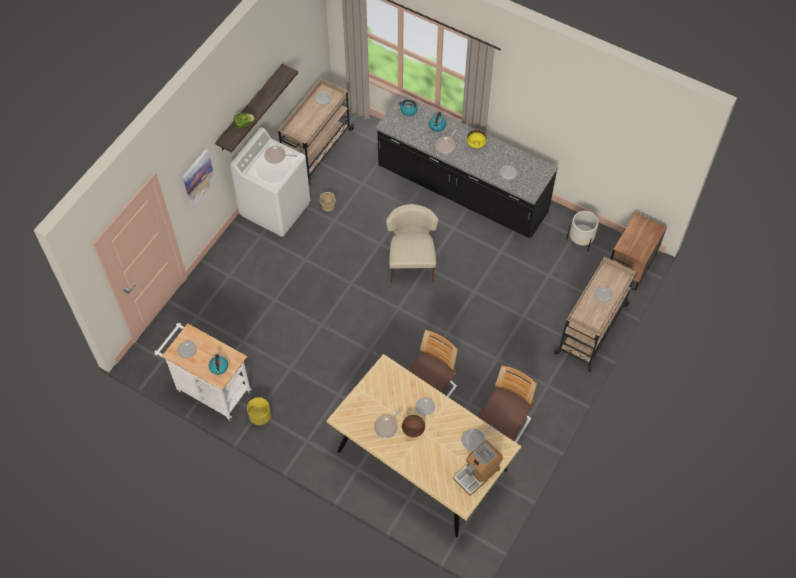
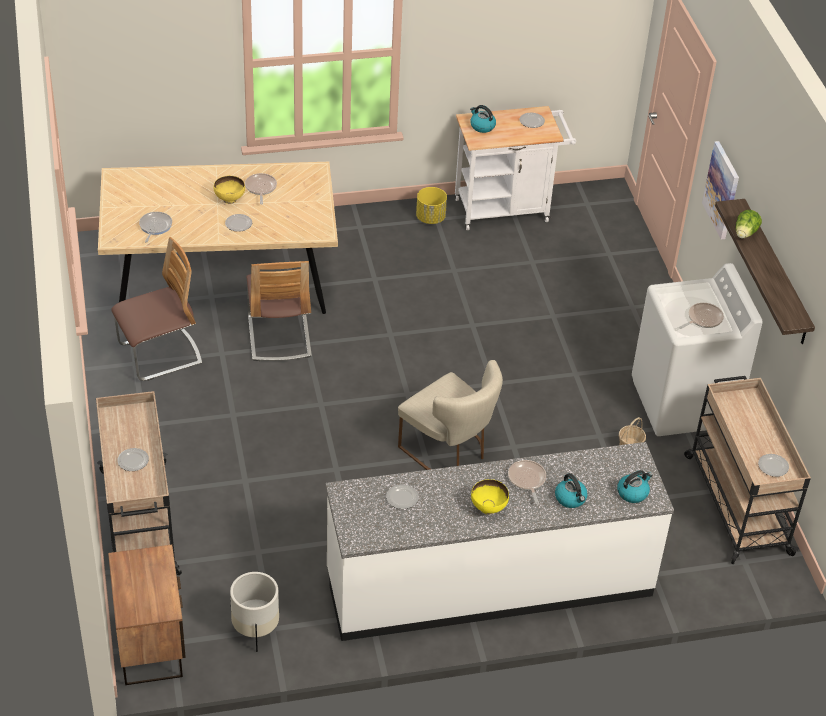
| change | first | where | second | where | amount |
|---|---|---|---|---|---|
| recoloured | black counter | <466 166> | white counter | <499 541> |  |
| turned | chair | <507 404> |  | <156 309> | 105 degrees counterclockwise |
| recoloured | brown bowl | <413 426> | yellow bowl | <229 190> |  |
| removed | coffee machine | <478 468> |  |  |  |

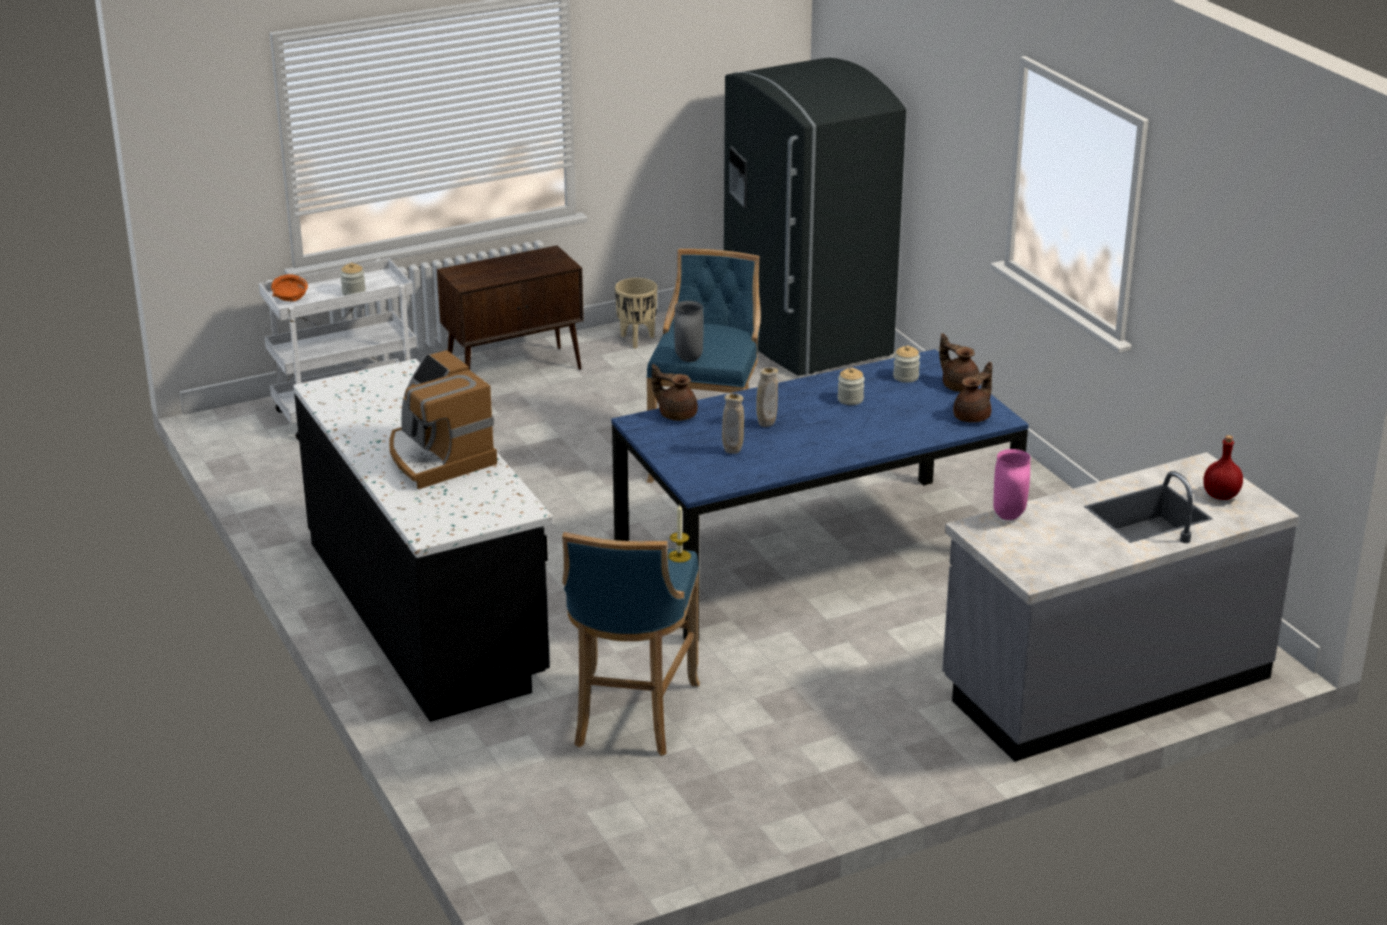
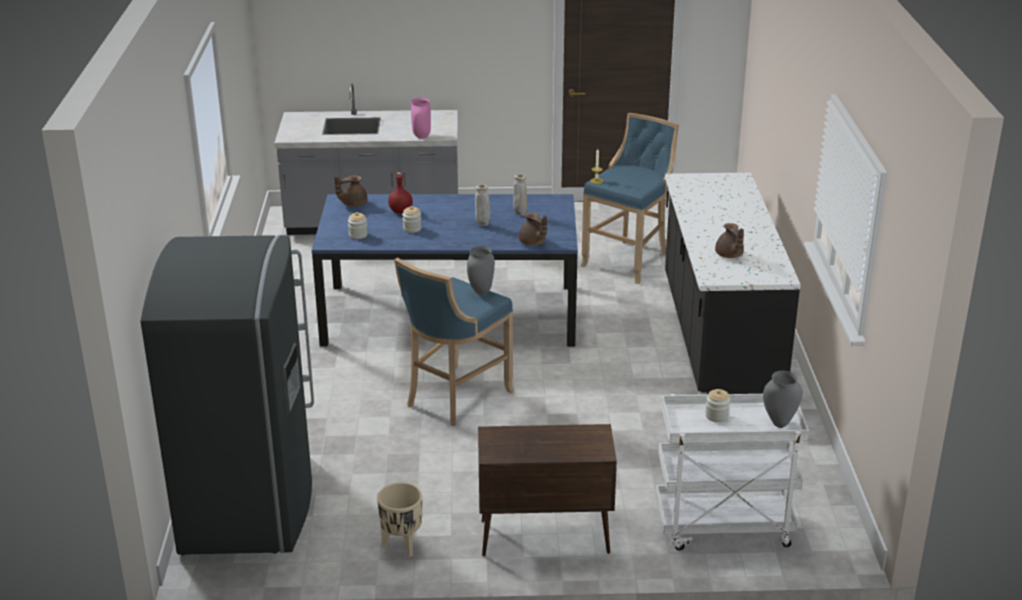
| change | first | where | second | where | amount |
|---|---|---|---|---|---|
| replaced | orange bowl | <289 288> | grey vase | <783 399> |  |
| moved | brown teapot | <959 362> |  | <729 240> |  |
| removed | coffee machine | <443 419> |  |  |  |
| moved | red bottle | <1223 467> |  | <400 193> |  |

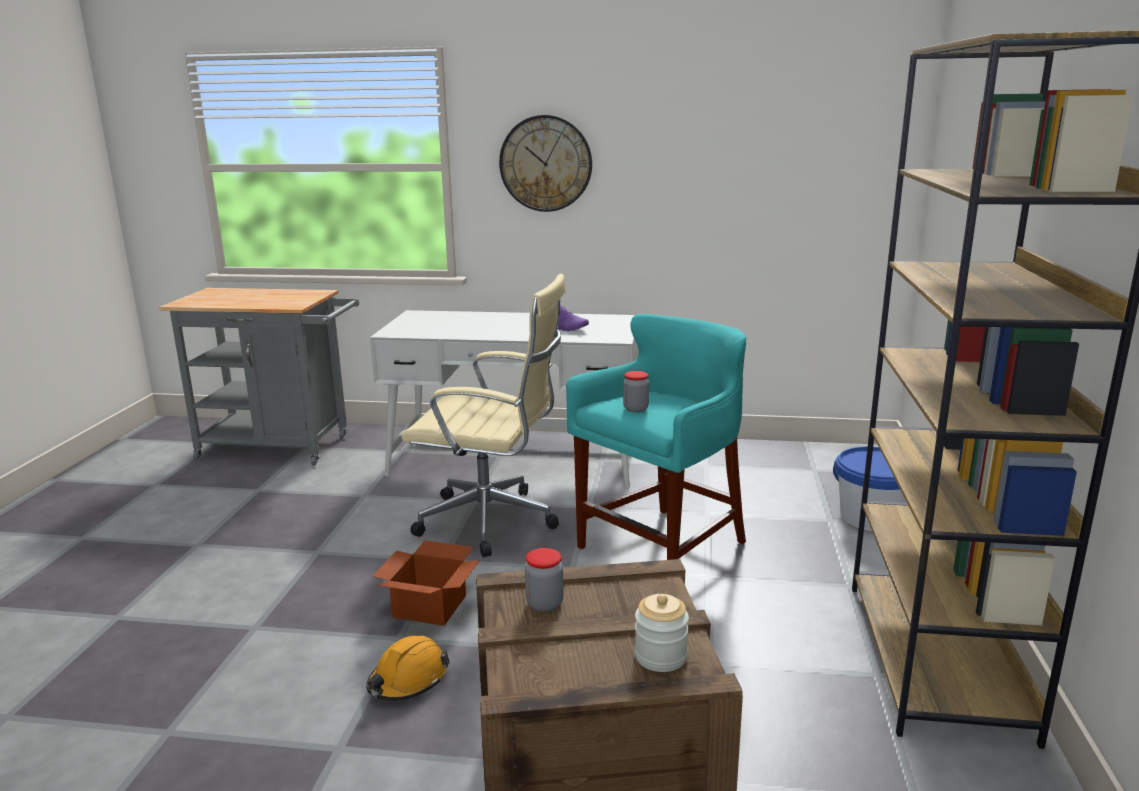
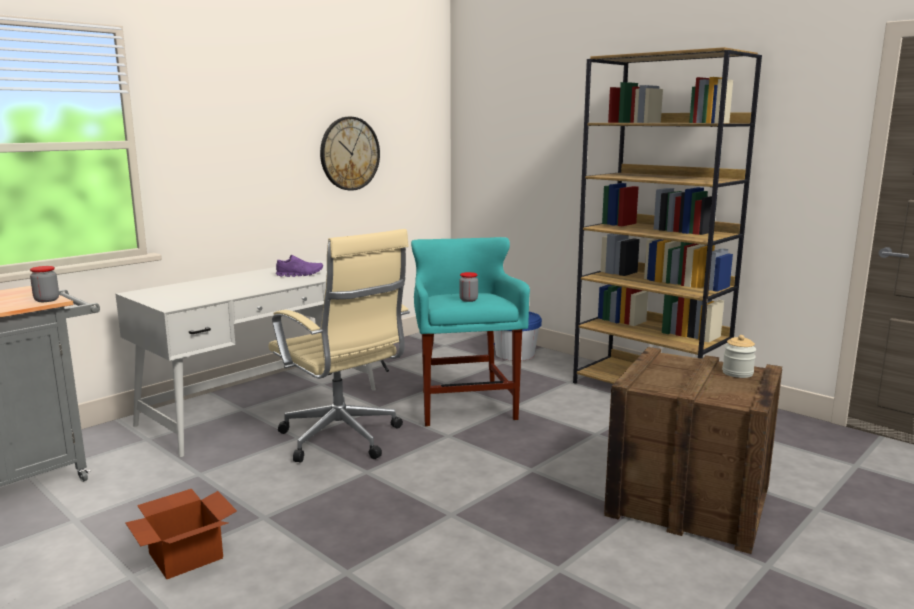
| change | first | where | second | where | amount |
|---|---|---|---|---|---|
| moved | wall clock | <545 163> |  | <350 154> |  |
| turned | beige office chair | <483 415> |  | <339 346> | 90 degrees clockwise |
| moved | cardboard box | <426 583> |  | <181 534> |  |
| moved | jar | <544 580> |  | <44 284> |  |
| removed | orange hard hat | <408 668> |  |  |  |

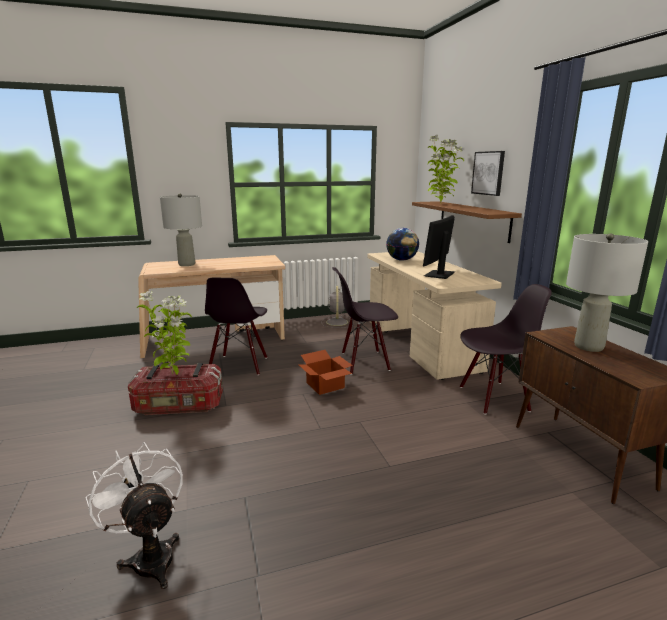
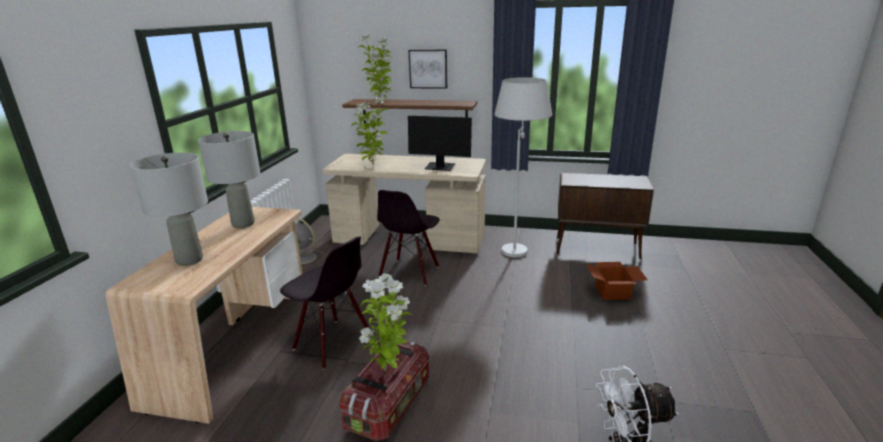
| change | first | where | second | where | amount |
|---|---|---|---|---|---|
| turned | monitor | <439 247> |  | <440 143> | 45 degrees counterclockwise |
| replaced | globe | <402 244> | potted plant | <369 131> |  |
| moved | grey table lamp | <607 292> |  | <229 179> |  |
| replaced | black chair | <506 349> | white floor lamp | <523 167> |  |
| moved | cardboard box | <325 372> |  | <616 281> |  |

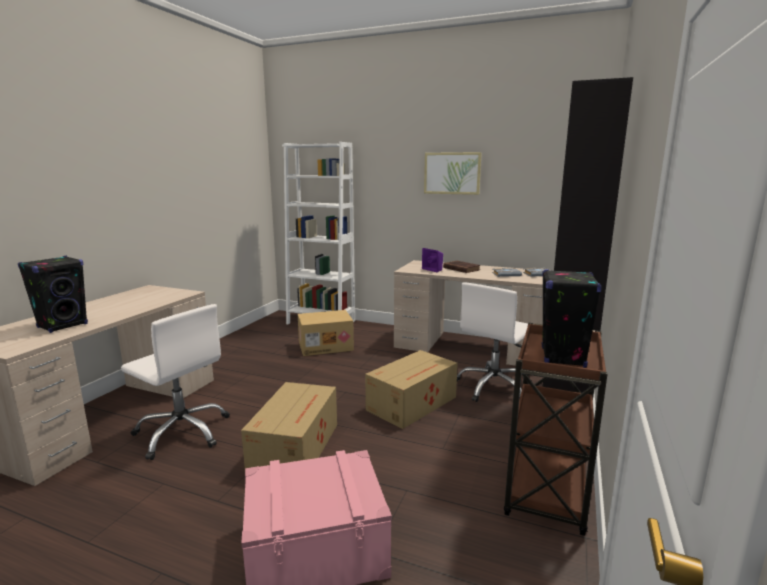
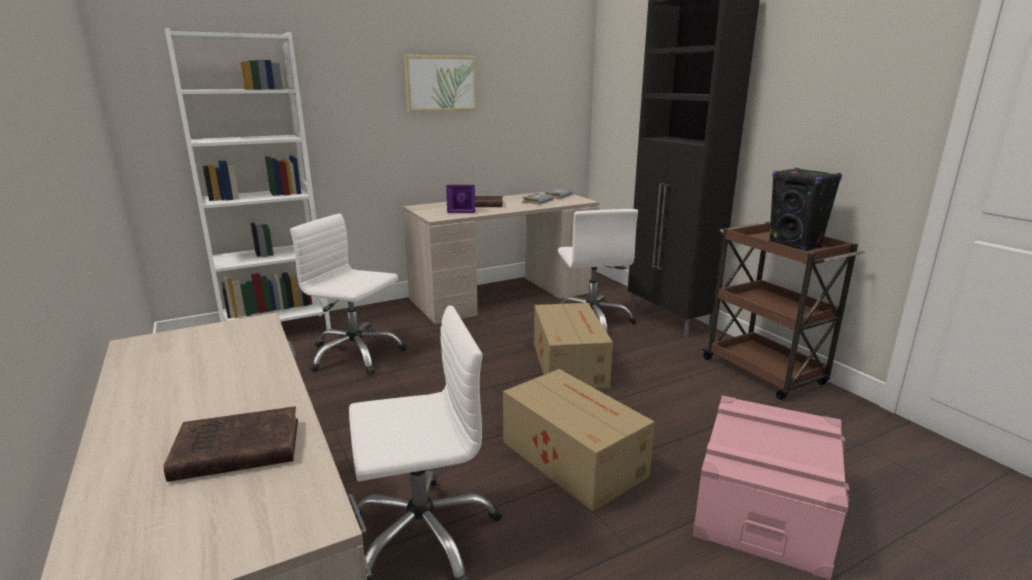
| change | first | where | second | where | amount |
|---|---|---|---|---|---|
| replaced | black speaker | <53 294> | brown book | <231 444> |  |
| replaced | cardboard box | <326 333> | white office chair | <348 294> |  |

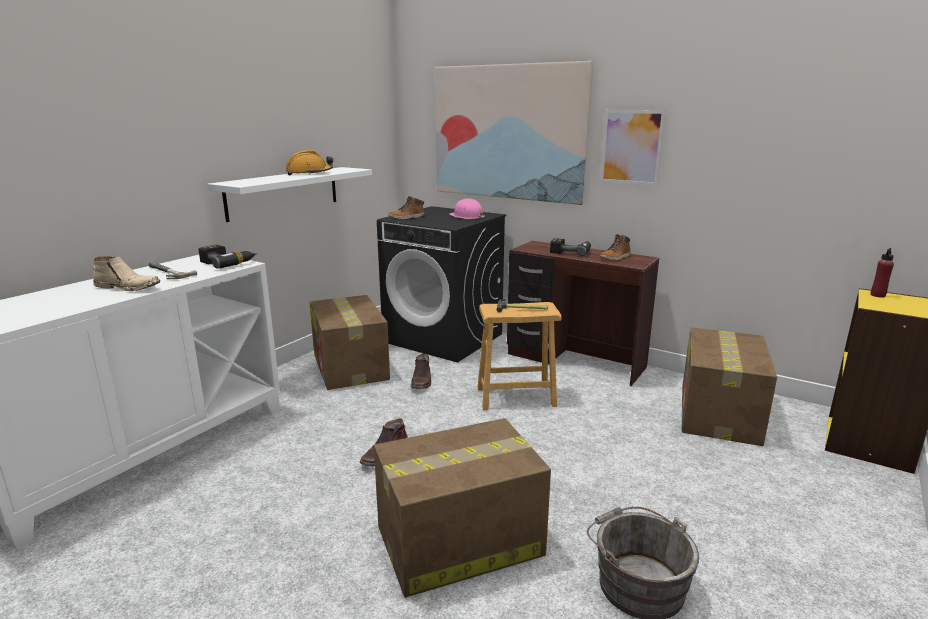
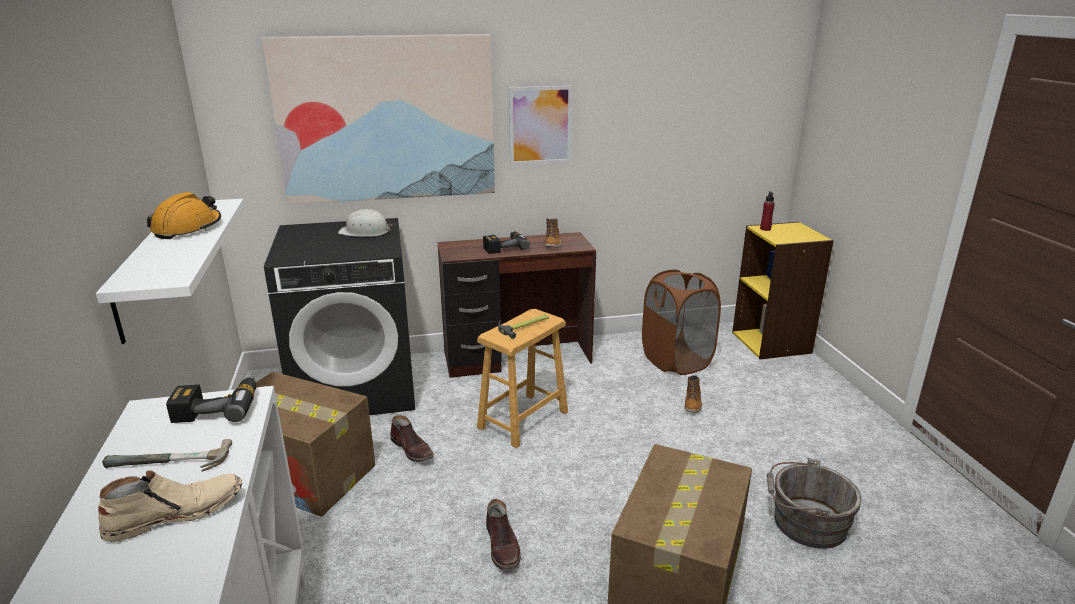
| change | first | where | second | where | amount |
|---|---|---|---|---|---|
| moved | boot | <406 208> |  | <693 393> |  |
| recoloured | pink hard hat | <467 209> | white hard hat | <365 223> |  |
| replaced | cardboard box | <729 386> | brown laundry basket | <681 322> |  |

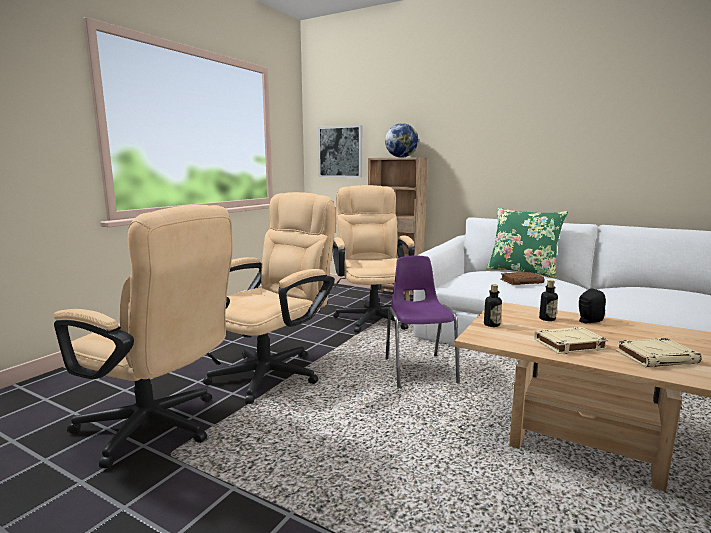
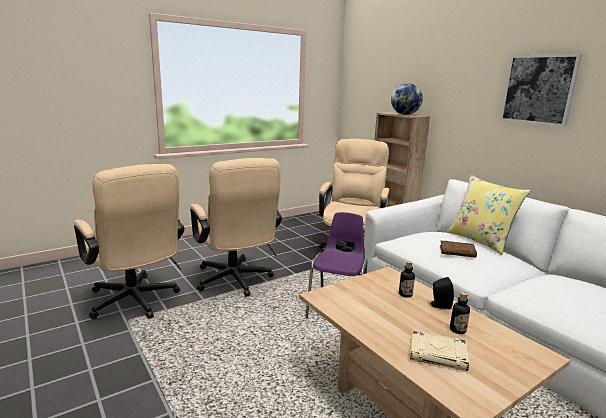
| change | first | where | second | where | amount |
|---|---|---|---|---|---|
| moved | picture | <340 151> |  | <541 90> |  |
| turned | beige office chair | <269 298> |  | <236 227> | 90 degrees clockwise |
| recoloured | green pillow | <527 243> | yellow pillow | <488 215> |  |
| moved | bottle | <493 305> |  | <460 313> |  |
| removed | beige book | <571 340> |  |  |  |

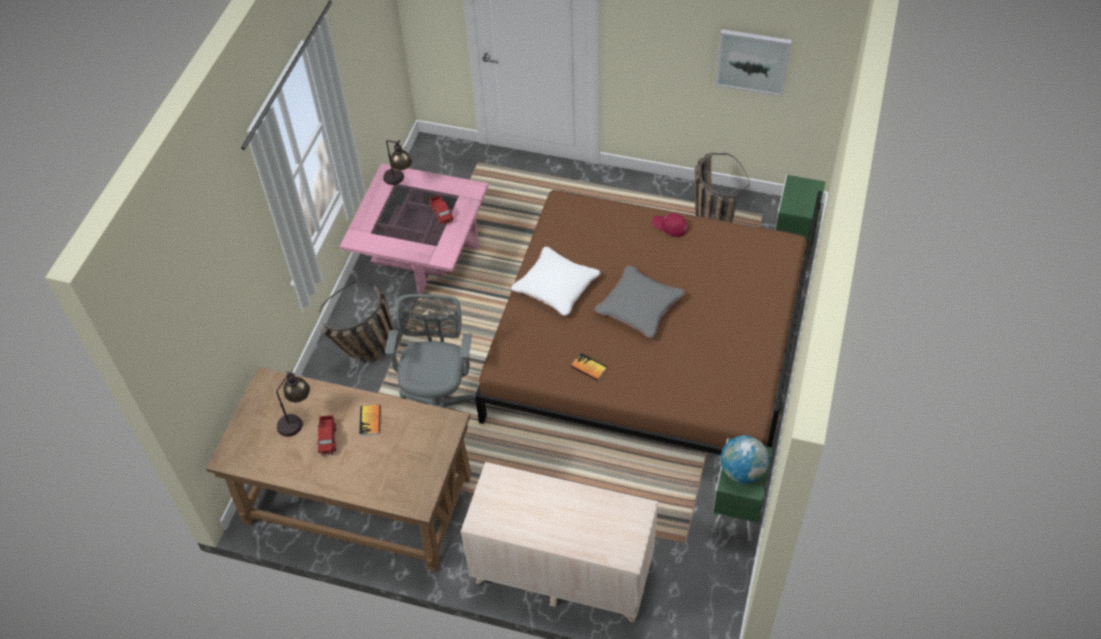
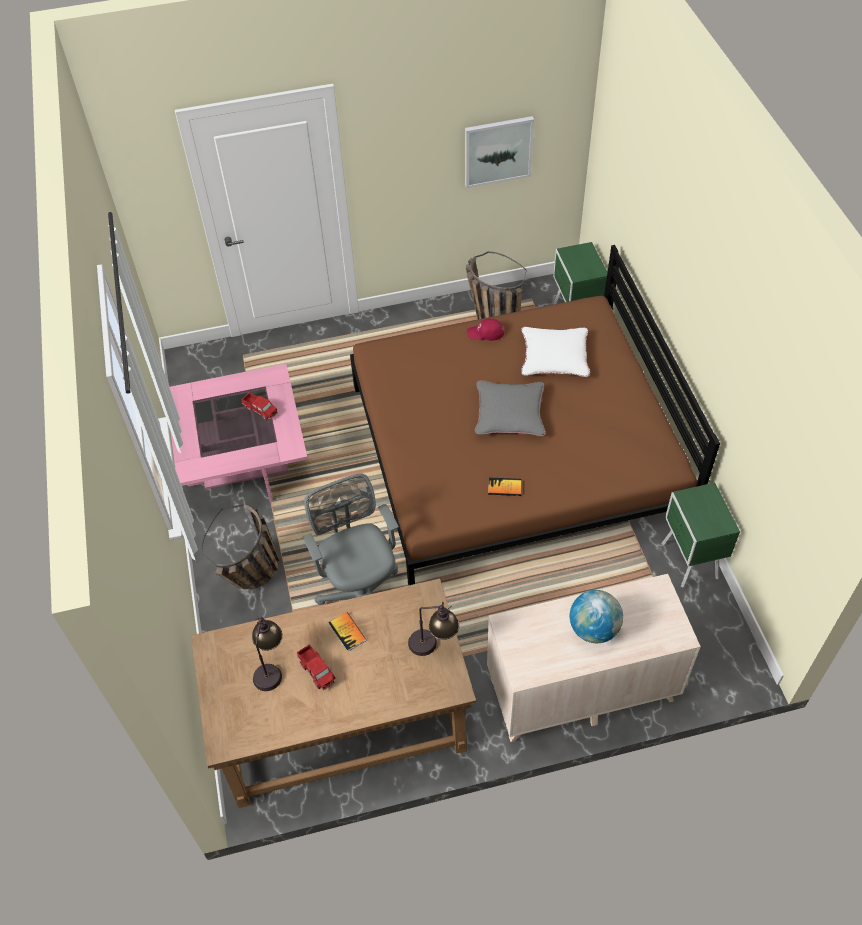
| change | first | where | second | where | amount |
|---|---|---|---|---|---|
| moved | table lamp | <397 162> |  | <433 629> |  |
| moved | white pillow | <555 281> |  | <555 352> |  |
| moved | globe | <745 459> |  | <596 616> |  |

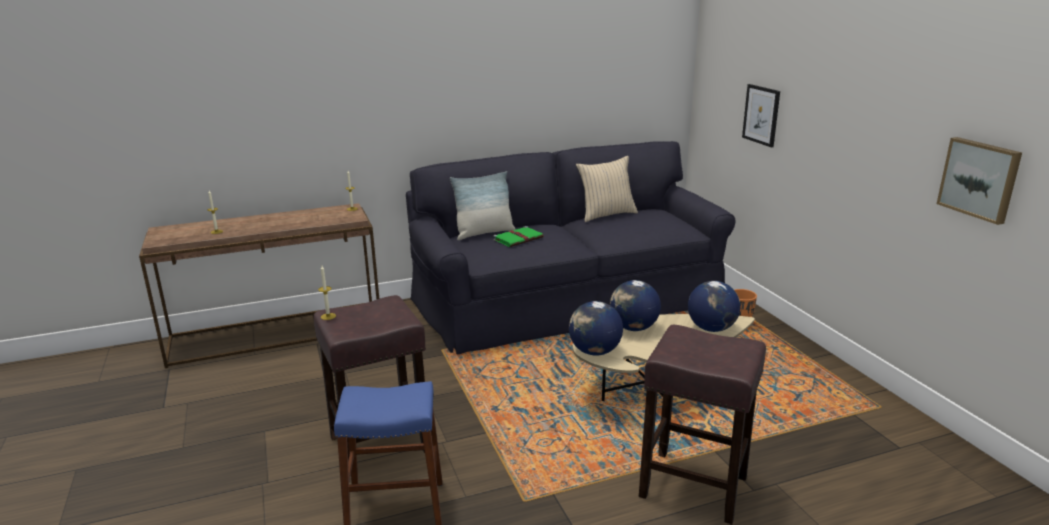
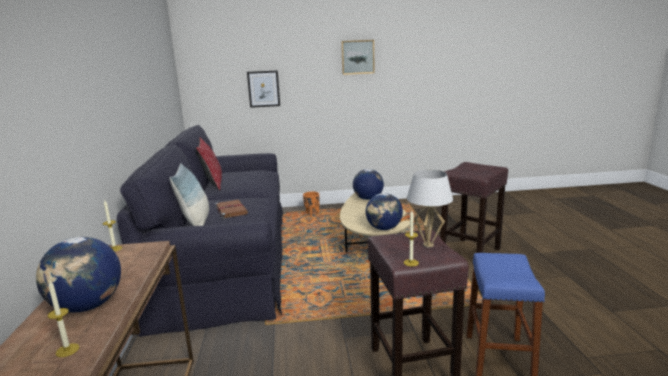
| change | first | where | second | where | amount |
|---|---|---|---|---|---|
| moved | picture | <979 181> |  | <358 57> |  |
| recoloured | beige pillow | <607 189> | red pillow | <209 164> |  |
| recoloured | green book | <518 236> | brown book | <231 209> |  |
| moved | globe | <635 305> |  | <78 274> |  |
| added |  |  | white table lamp | <430 208> |  |

